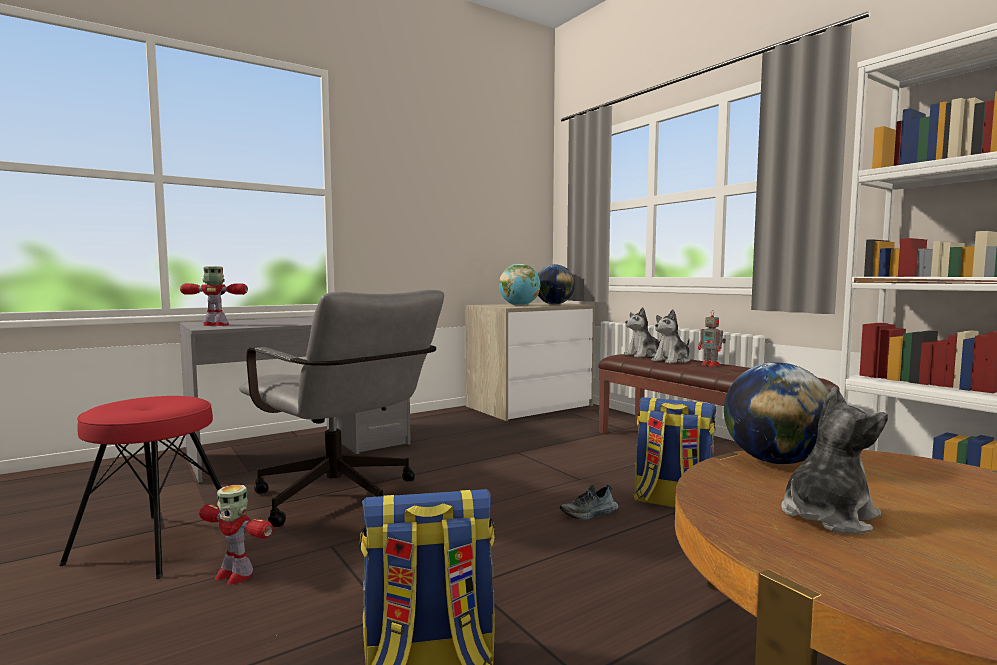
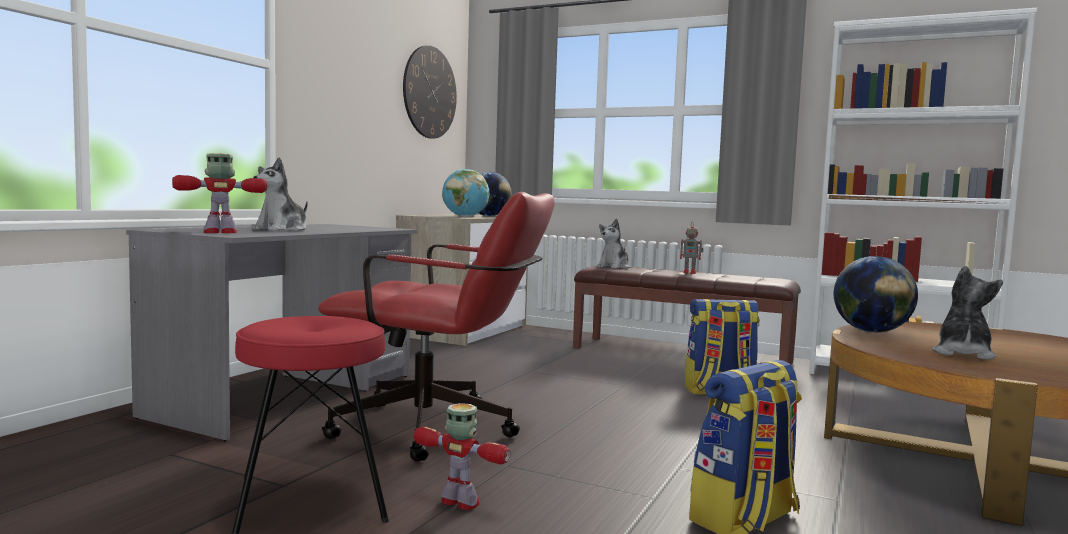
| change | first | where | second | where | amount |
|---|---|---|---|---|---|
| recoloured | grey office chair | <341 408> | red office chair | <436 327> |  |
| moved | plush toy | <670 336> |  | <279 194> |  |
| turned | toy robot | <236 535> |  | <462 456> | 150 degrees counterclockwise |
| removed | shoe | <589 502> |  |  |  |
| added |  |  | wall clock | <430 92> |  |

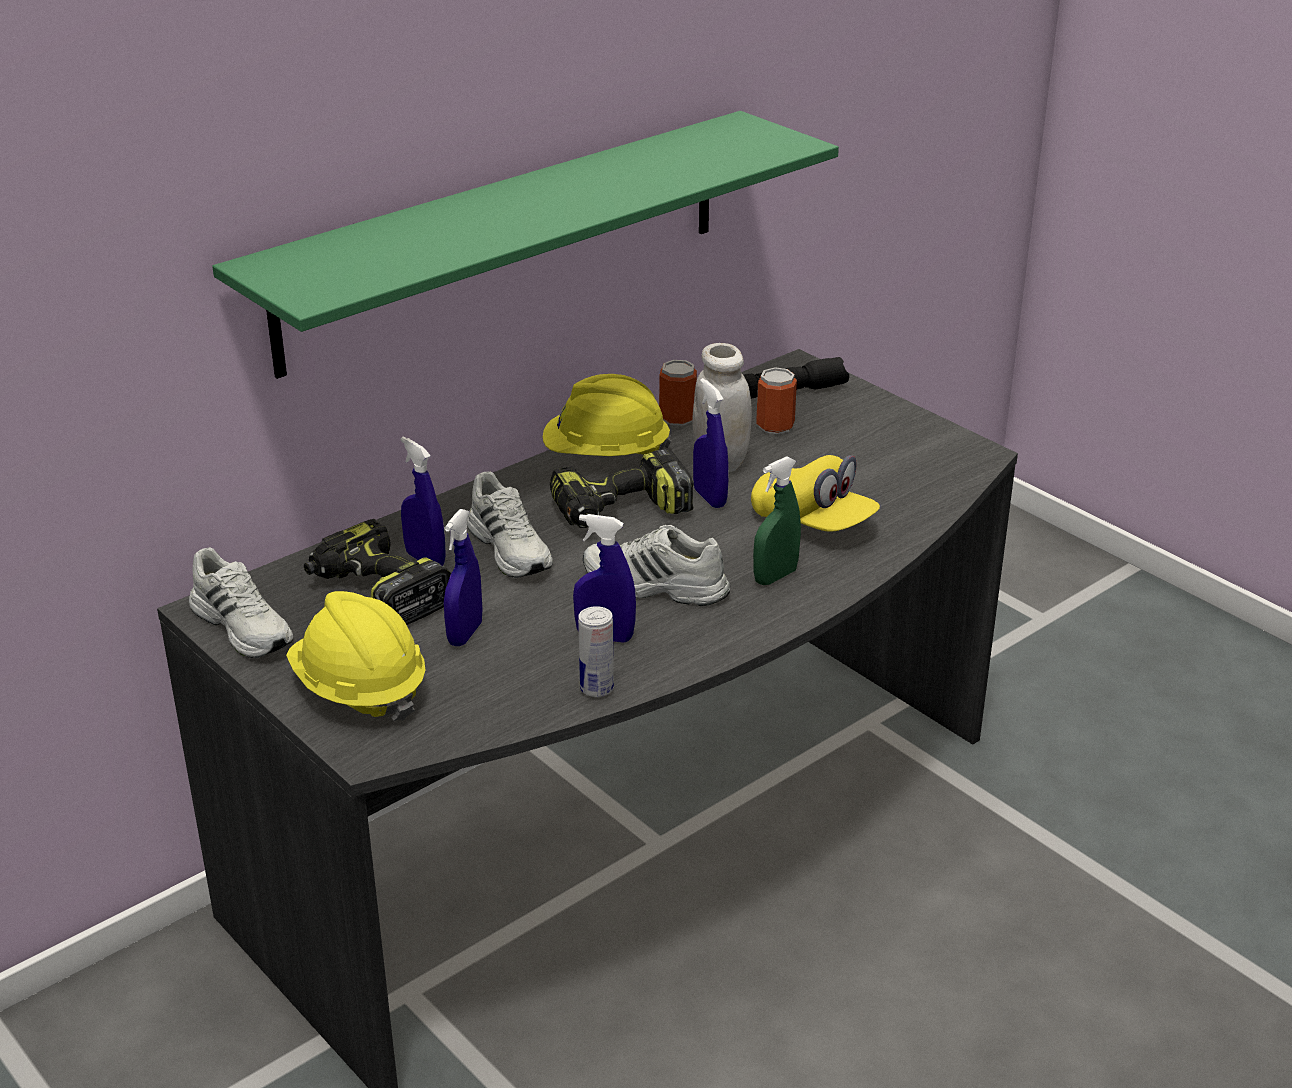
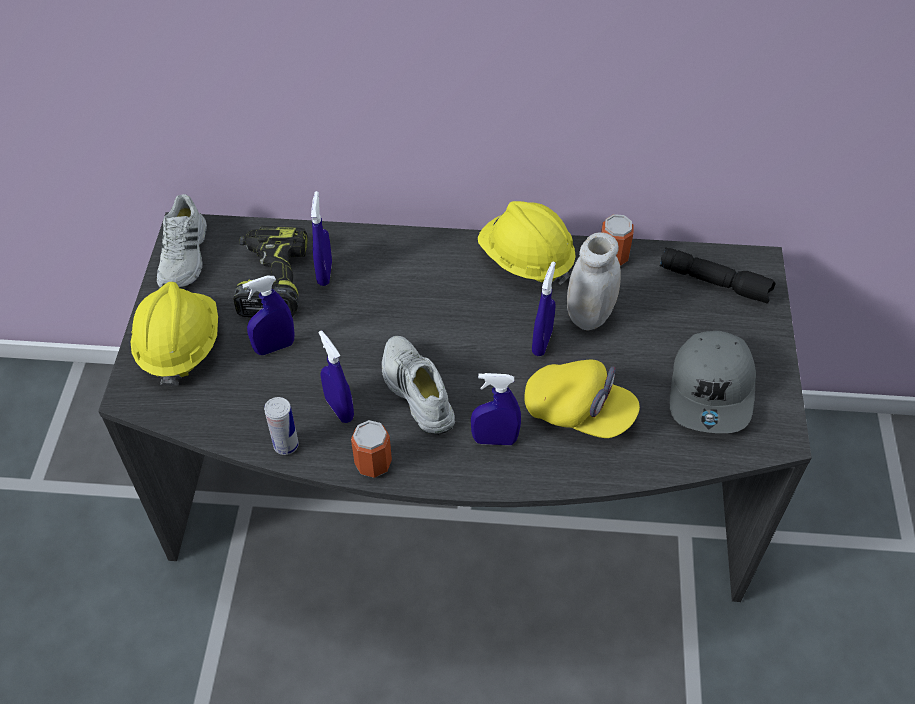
| change | first | where | second | where | amount |
|---|---|---|---|---|---|
| removed | green shelf | <525 245> |  |  |  |
| moved | can | <776 400> |  | <371 449> |  |
| removed | power drill | <622 488> |  |  |  |
| turned | yellow cap | <815 493> |  | <582 398> | 60 degrees counterclockwise |
| recoloured | green spray bottle | <777 520> | blue spray bottle | <496 409> |  |
| removed | white shoe | <510 524> |  |  |  |
| added |  |  | grey cap | <713 382> |  |

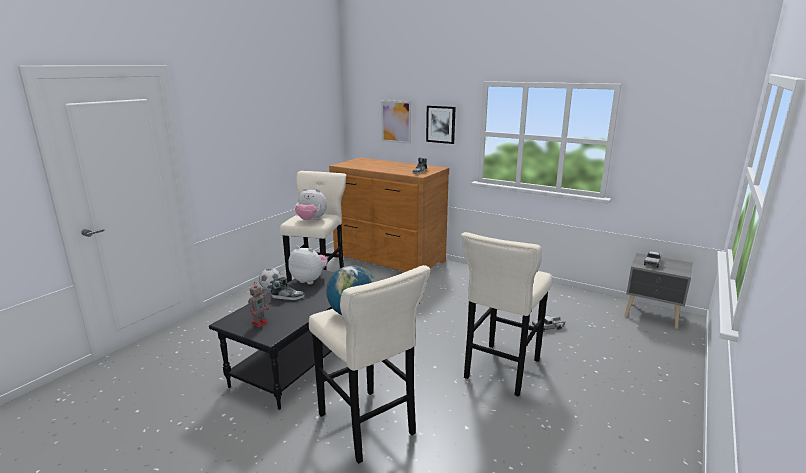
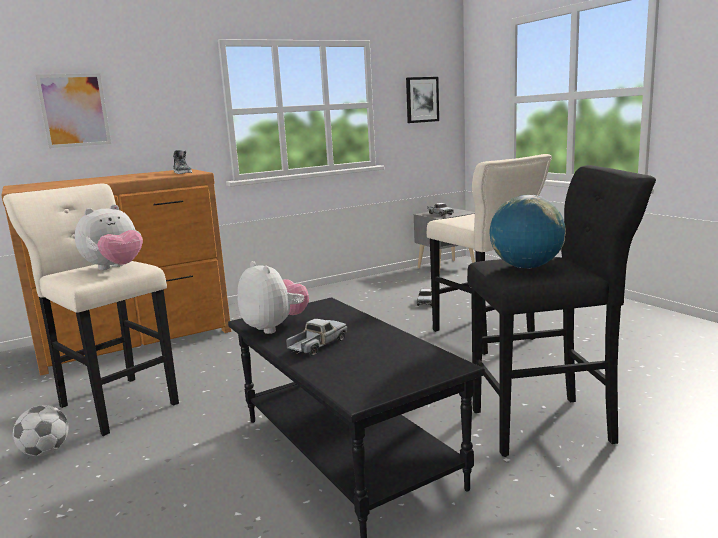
| change | first | where | second | where | amount |
|---|---|---|---|---|---|
| moved | picture | <441 125> |  | <422 100> |  |
| turned | plush toy | <308 265> |  | <273 297> | 90 degrees clockwise |
| recoloured | beige stool | <370 364> | black stool | <561 311> |  |
| replaced | shoe | <287 288> | toy truck | <316 337> |  |
| removed | toy robot | <258 304> |  |  |  |

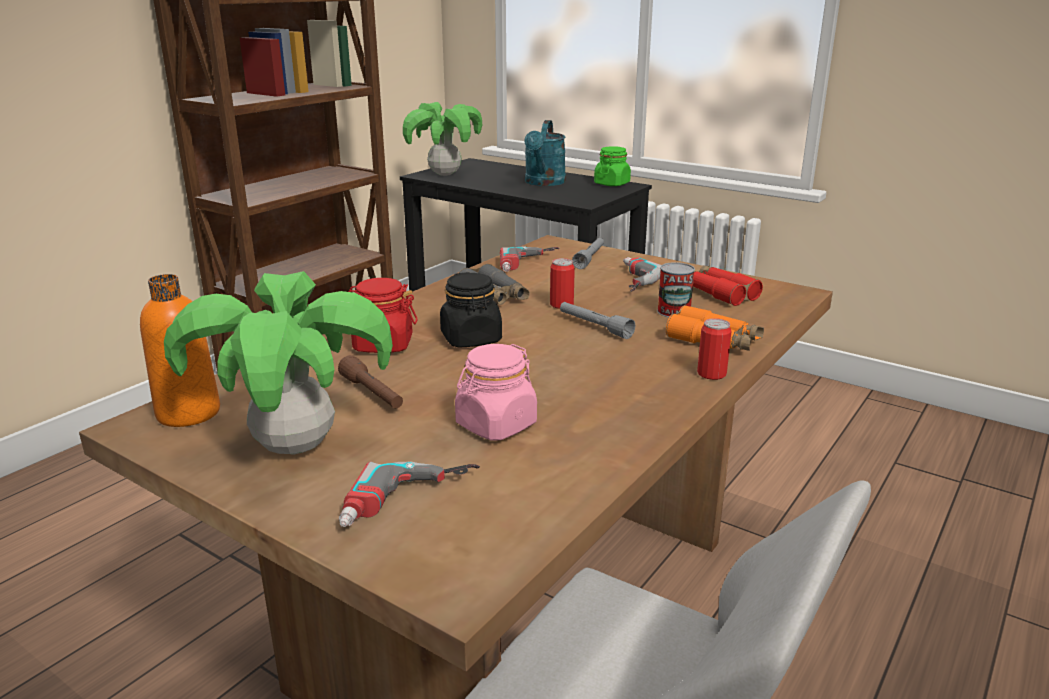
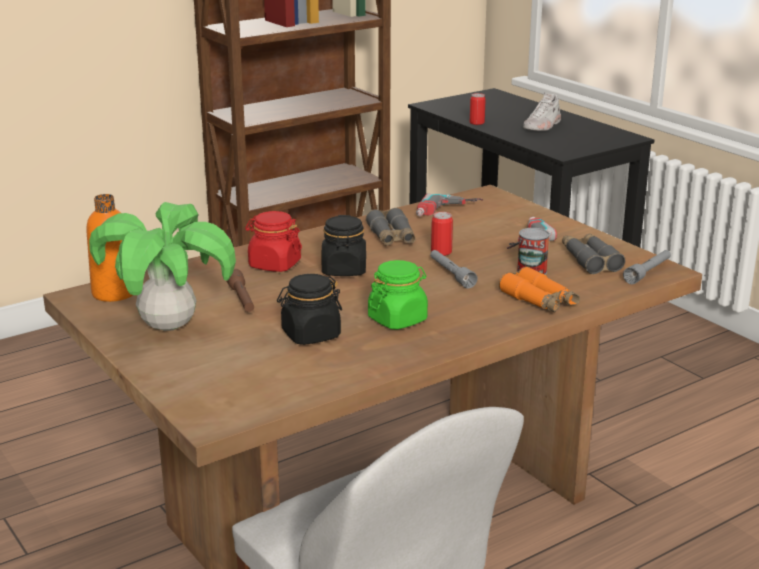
| change | first | where | second | where | amount |
|---|---|---|---|---|---|
| removed | potted plant | <442 139> |  |  |  |
| replaced | turquoise watering can | <545 153> | white shoe | <542 112> |  |
| moved | green jar | <612 166> |  | <398 294> |  |
| moved | grey flashlight | <588 253> |  | <647 267> |  |
| recoloured | red binoculars | <728 285> | grey binoculars | <593 253> |  |
| moved | can | <714 349> |  | <478 109> |  |
| recoloured | pink jar | <496 392> | black jar | <309 309> |  |
| removed | power drill | <409 494> |  |  |  |

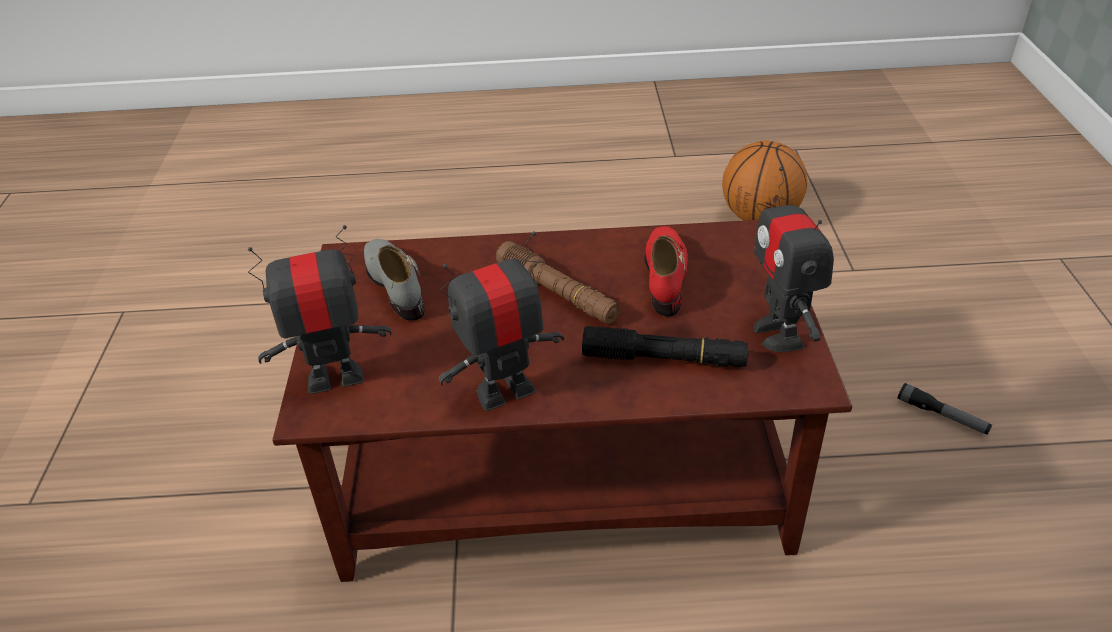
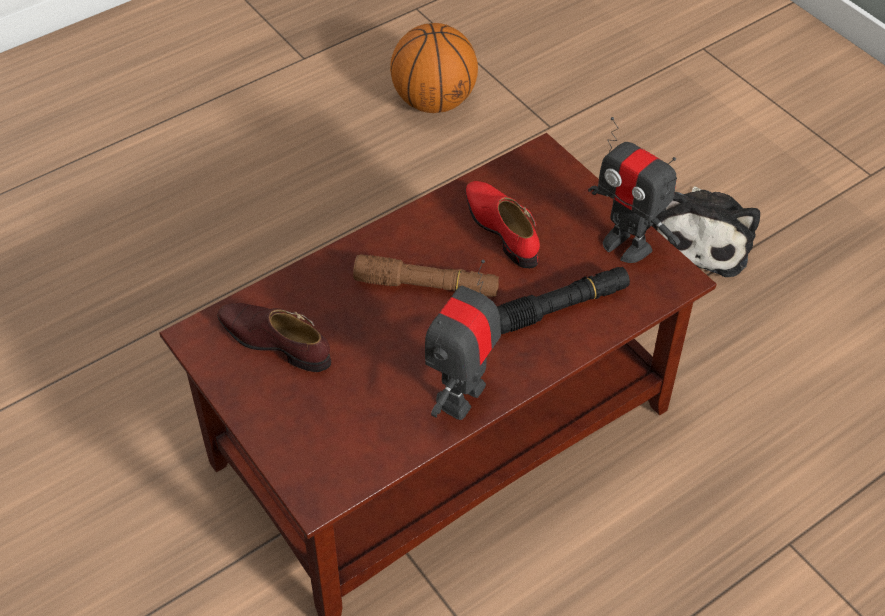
| change | first | where | second | where | amount |
|---|---|---|---|---|---|
| removed | toy robot | <319 309> |  |  |  |
| recoloured | grey shoe | <394 279> | brown shoe | <274 337> |  |
| replaced | flashlight | <945 409> | plush toy | <706 232> |  |

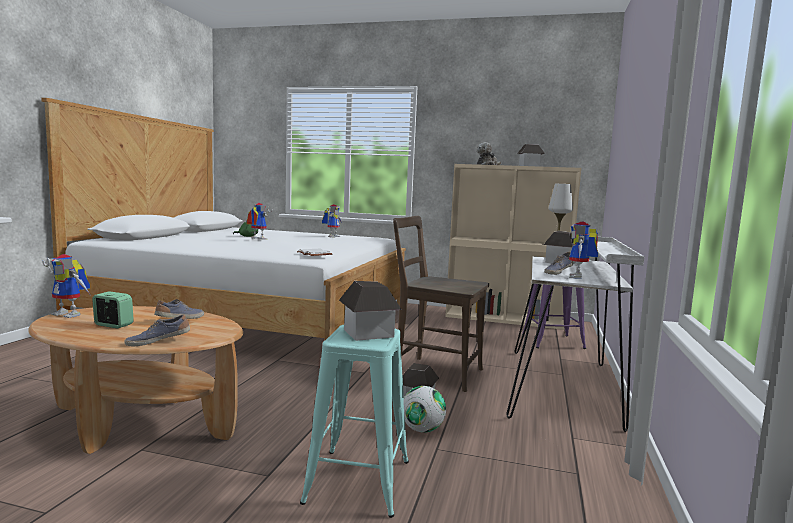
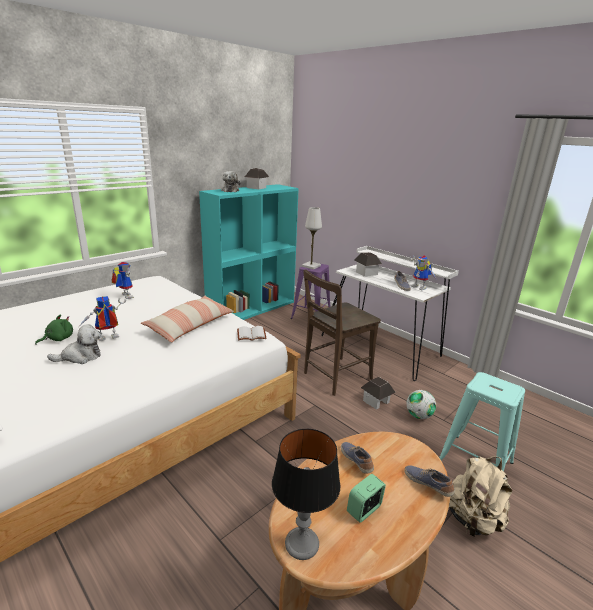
| change | first | where | second | where | amount |
|---|---|---|---|---|---|
| recoloured | beige bookcase | <513 247> | turquoise bookcase | <249 252> |  |
| replaced | toy robot | <66 286> | table lamp | <306 494> |  |
| removed | toy house | <370 311> |  |  |  |
| turned | shoe | <157 330> |  | <429 481> | 135 degrees clockwise |
| added |  |  | pillow | <187 319> |  |
| added |  |  | plush toy | <74 344> |  |
| added |  |  | beige backpack | <480 496> |  |

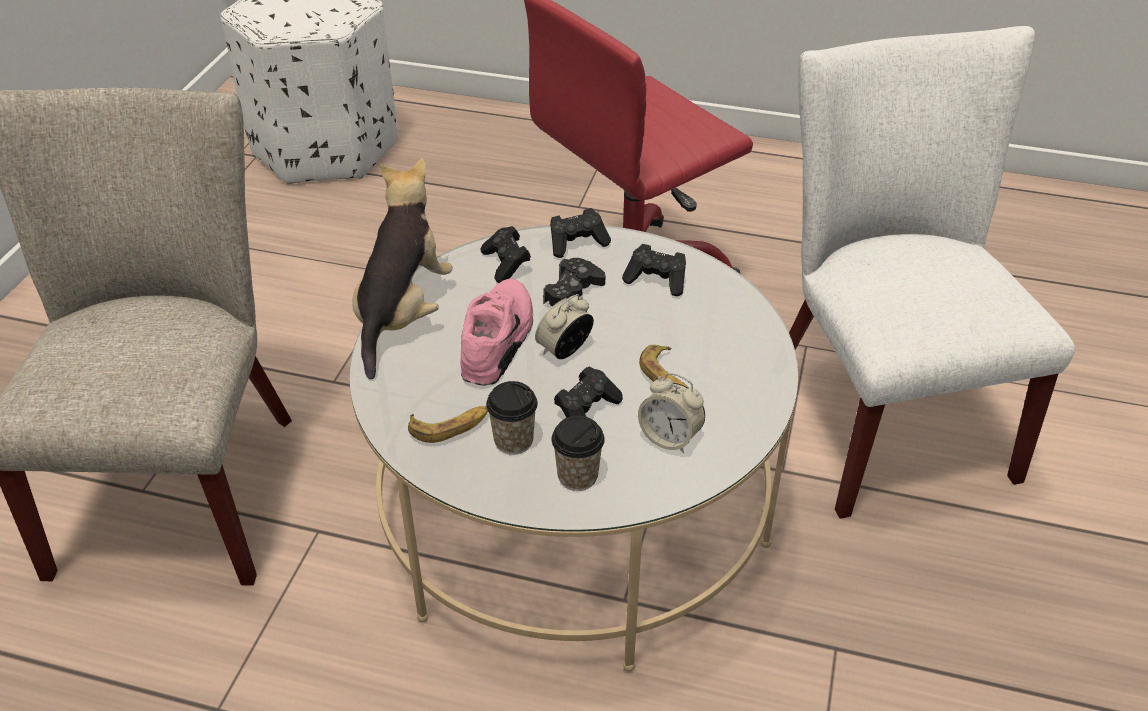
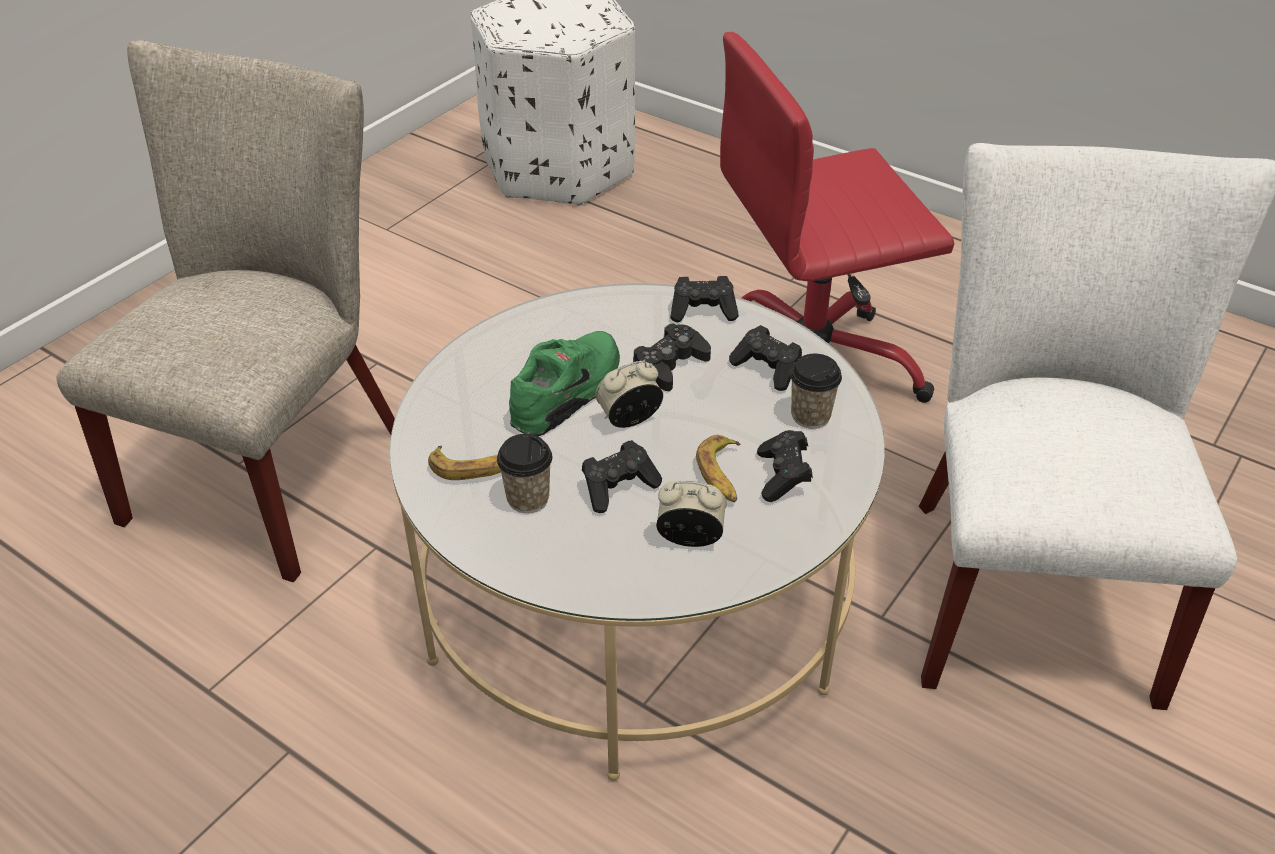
| change | first | where | second | where | amount |
|---|---|---|---|---|---|
| removed | plush toy | <402 268> |  |  |  |
| moved | black game controller | <506 254> |  | <785 466> |  |
| recoloured | pink shoe | <496 332> | green shoe | <564 383> |  |
| turned | alarm clock | <671 413> |  | <691 514> | 135 degrees clockwise |
| moved | cup | <578 453> |  | <816 391> |  |

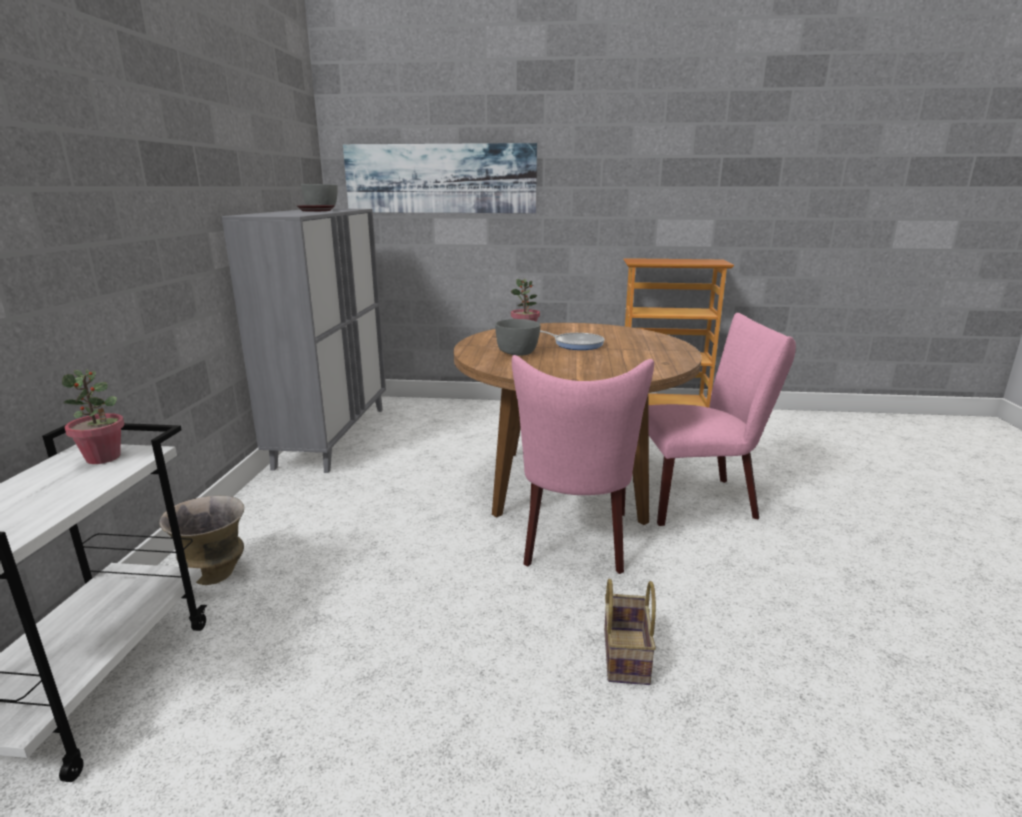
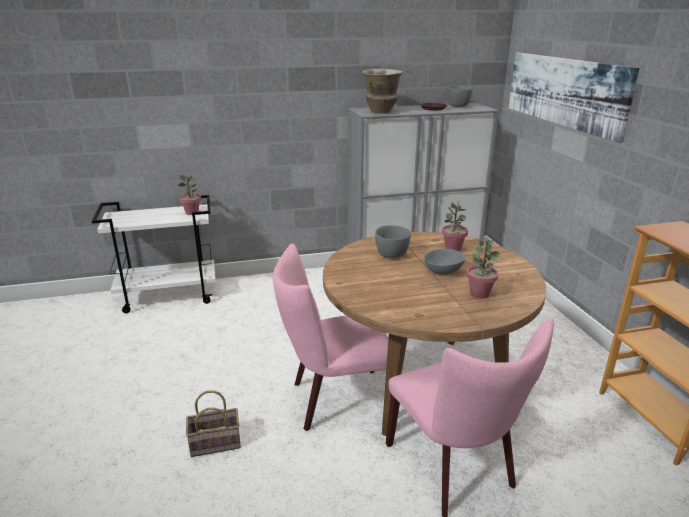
| change | first | where | second | where | amount |
|---|---|---|---|---|---|
| replaced | frying pan | <572 340> | grey bowl | <444 262> |  |
| moved | vase | <201 540> |  | <382 91> |  |
| added |  |  | potted plant | <483 269> |  |

